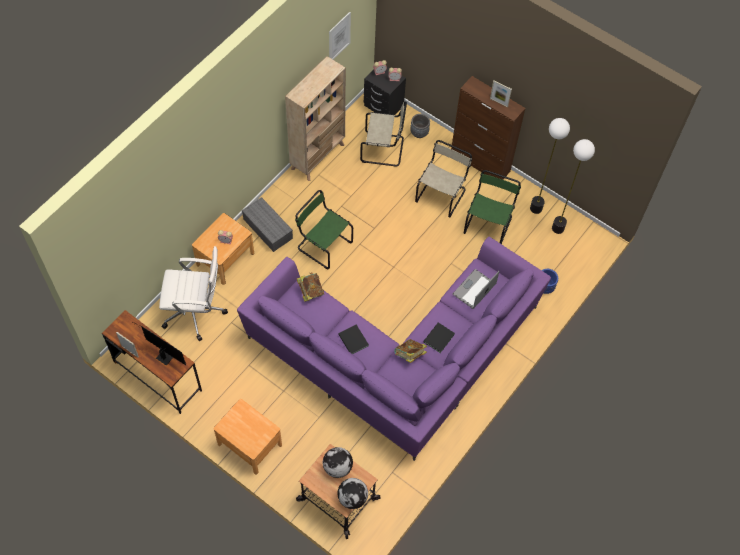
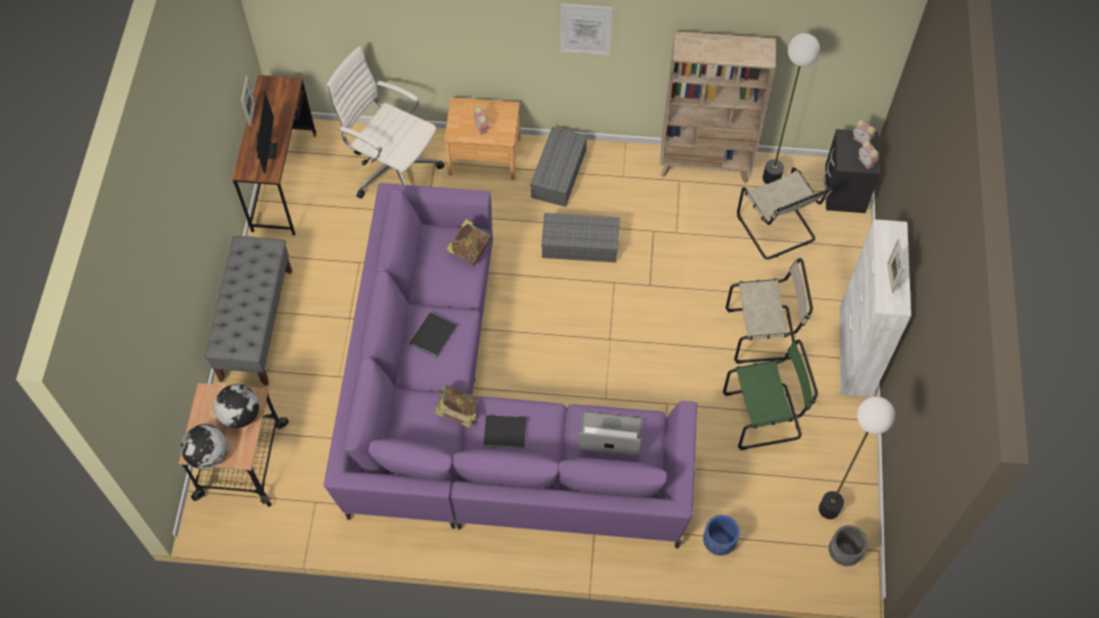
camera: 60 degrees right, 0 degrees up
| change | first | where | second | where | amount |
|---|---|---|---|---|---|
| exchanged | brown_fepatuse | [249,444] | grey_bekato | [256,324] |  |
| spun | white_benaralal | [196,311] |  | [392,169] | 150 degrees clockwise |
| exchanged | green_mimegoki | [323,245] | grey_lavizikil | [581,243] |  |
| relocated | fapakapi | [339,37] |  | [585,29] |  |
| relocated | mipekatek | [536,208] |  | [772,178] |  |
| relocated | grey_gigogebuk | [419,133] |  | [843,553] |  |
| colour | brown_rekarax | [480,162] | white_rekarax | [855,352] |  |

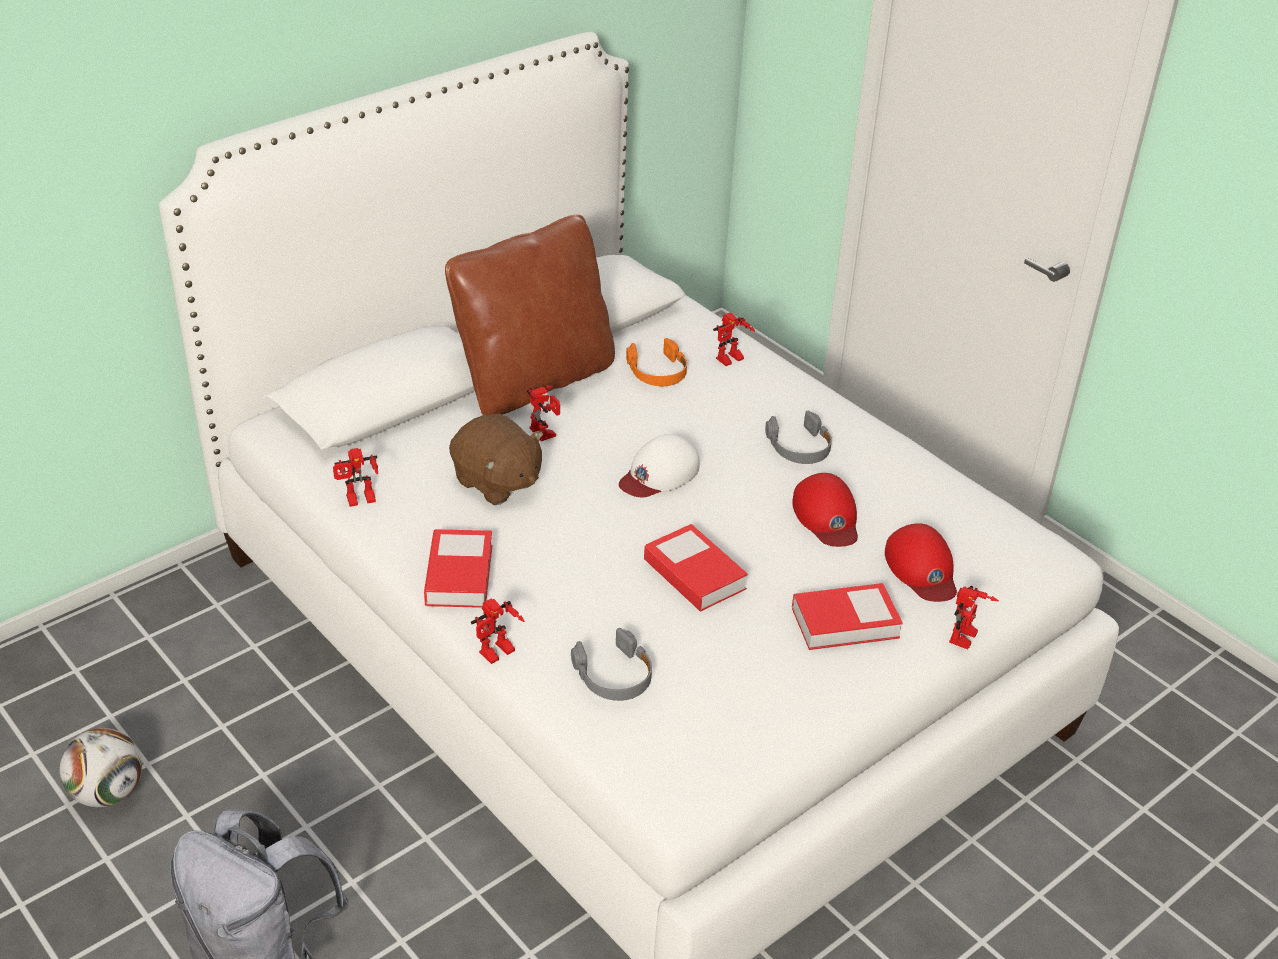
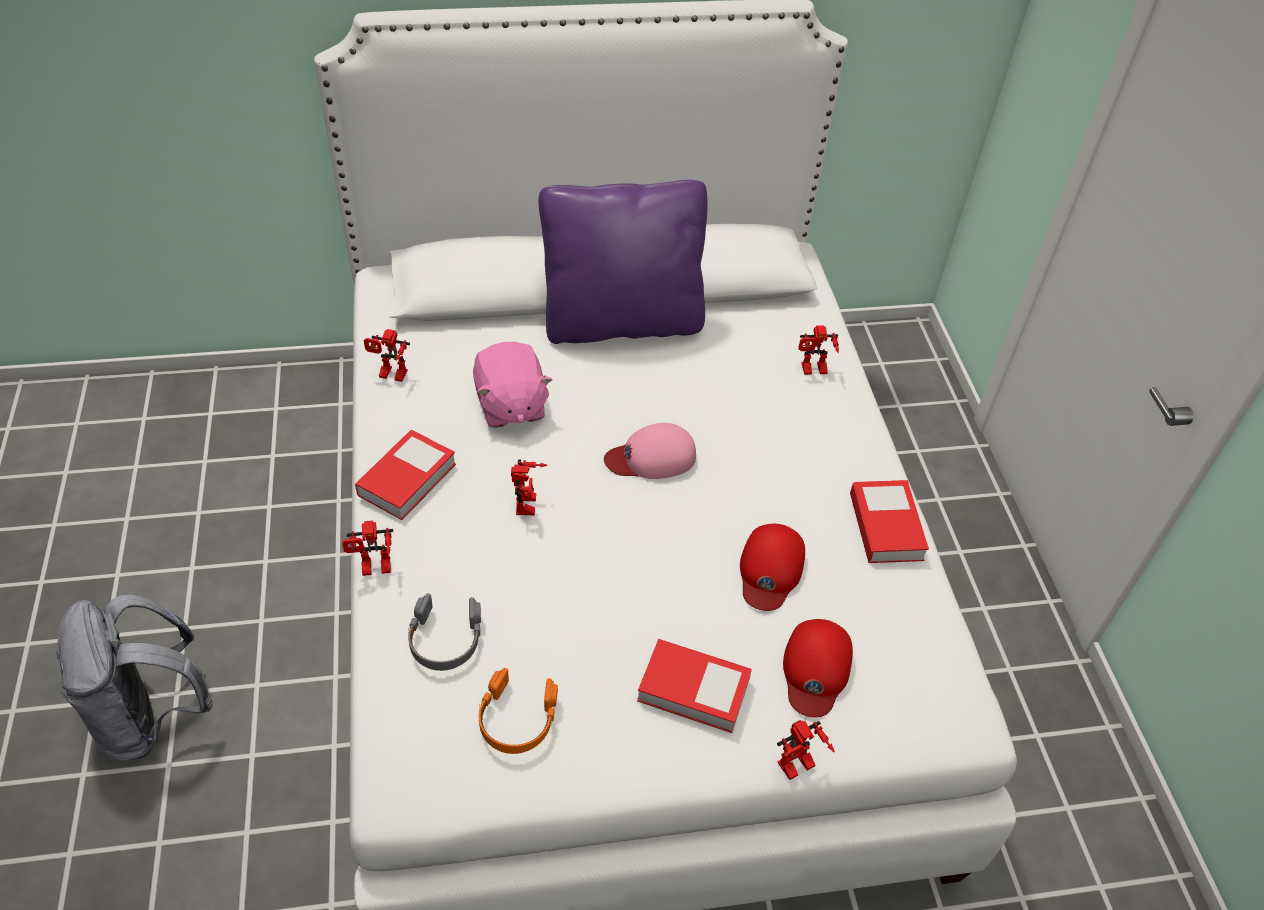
camera: 30 degrees right, 10 degrees up
| change | first | where | second | where | amount |
|---|---|---|---|---|---|
| colour | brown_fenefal | [497,482] | pink_fenefal | [510,405] |  |
| relocated | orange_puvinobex | [658,372] |  | [516,719] |  |
| relocated | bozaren | [547,432] |  | [530,506] |  |
| colour | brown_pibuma | [534,381] | purple_pibuma | [621,322] |  |
| colour | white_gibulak | [659,474] | pink_gibulak | [651,457] |  |
| relocated | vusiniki | [694,574] |  | [885,526] |  |
| missing | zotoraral | [108,792] |  |  |  |
| missing | grey_puvinobex | [799,447] |  |  |  |

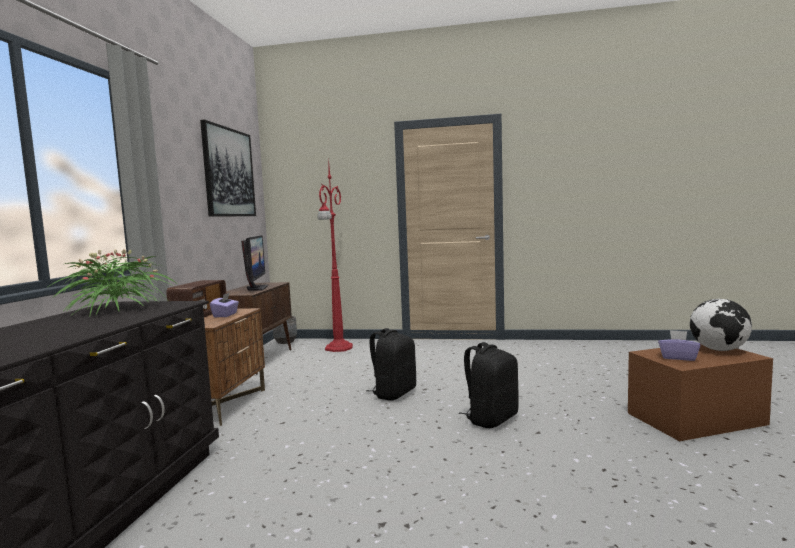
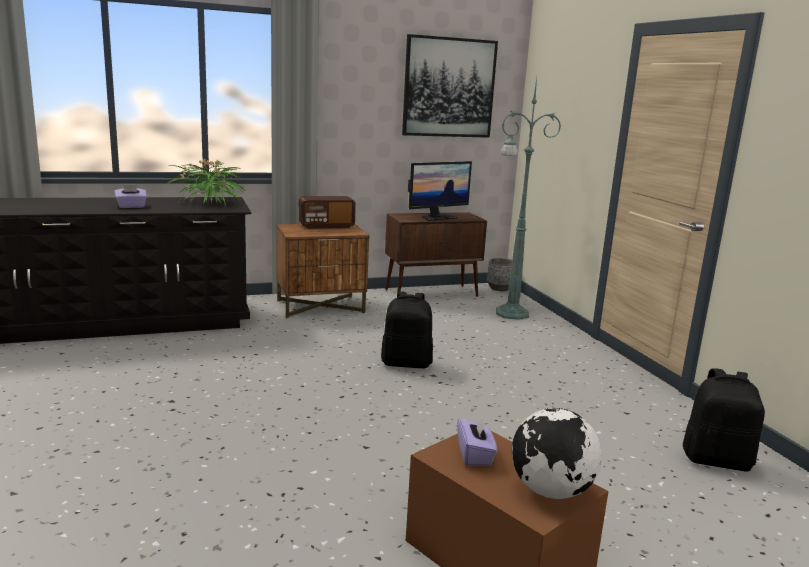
camera: 60 degrees right, 10 degrees up
| change | first | where | second | where | amount |
|---|---|---|---|---|---|
| relocated | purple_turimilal | [225,315] |  | [131,206] |  |
| colour | red_mipekatek | [338,348] | green_mipekatek | [510,313] |  |
| relocated | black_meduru | [491,419] |  | [717,460] |  |

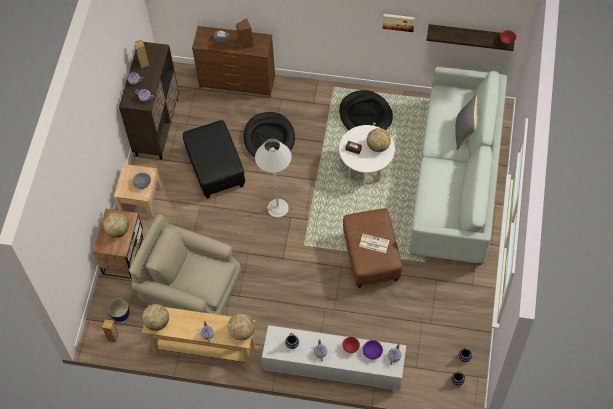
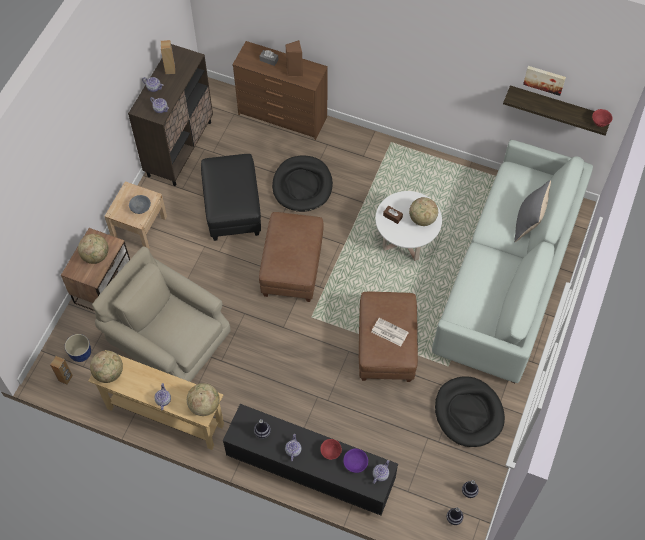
camera: 10 degrees right, 0 degrees up
| change | first | where | second | where | amount |
|---|---|---|---|---|---|
| colour | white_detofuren | [333,367] | black_detofuren | [309,469] |  |
| exchanged | white_mipekatek | [277,208] | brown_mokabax | [292,268] |  |
| relocated | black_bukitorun | [365,115] |  | [468,413] |  |
| relocated | fapakapi | [398,21] |  | [544,79] |  |

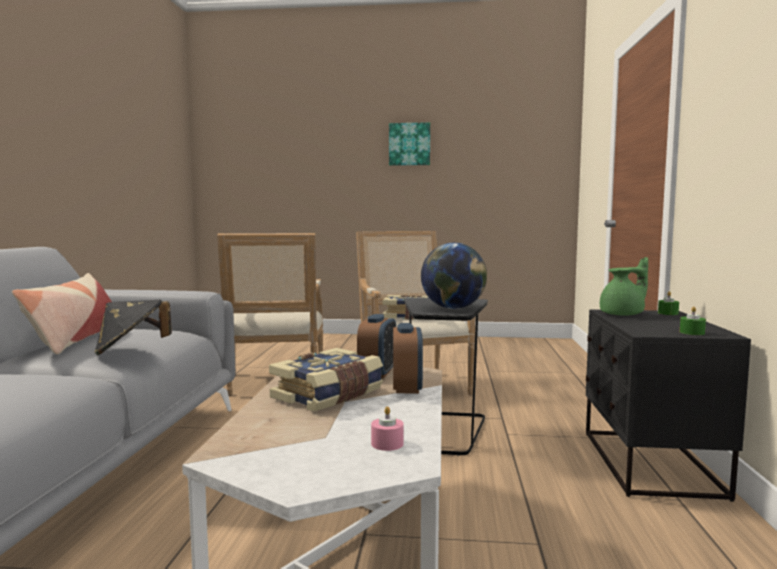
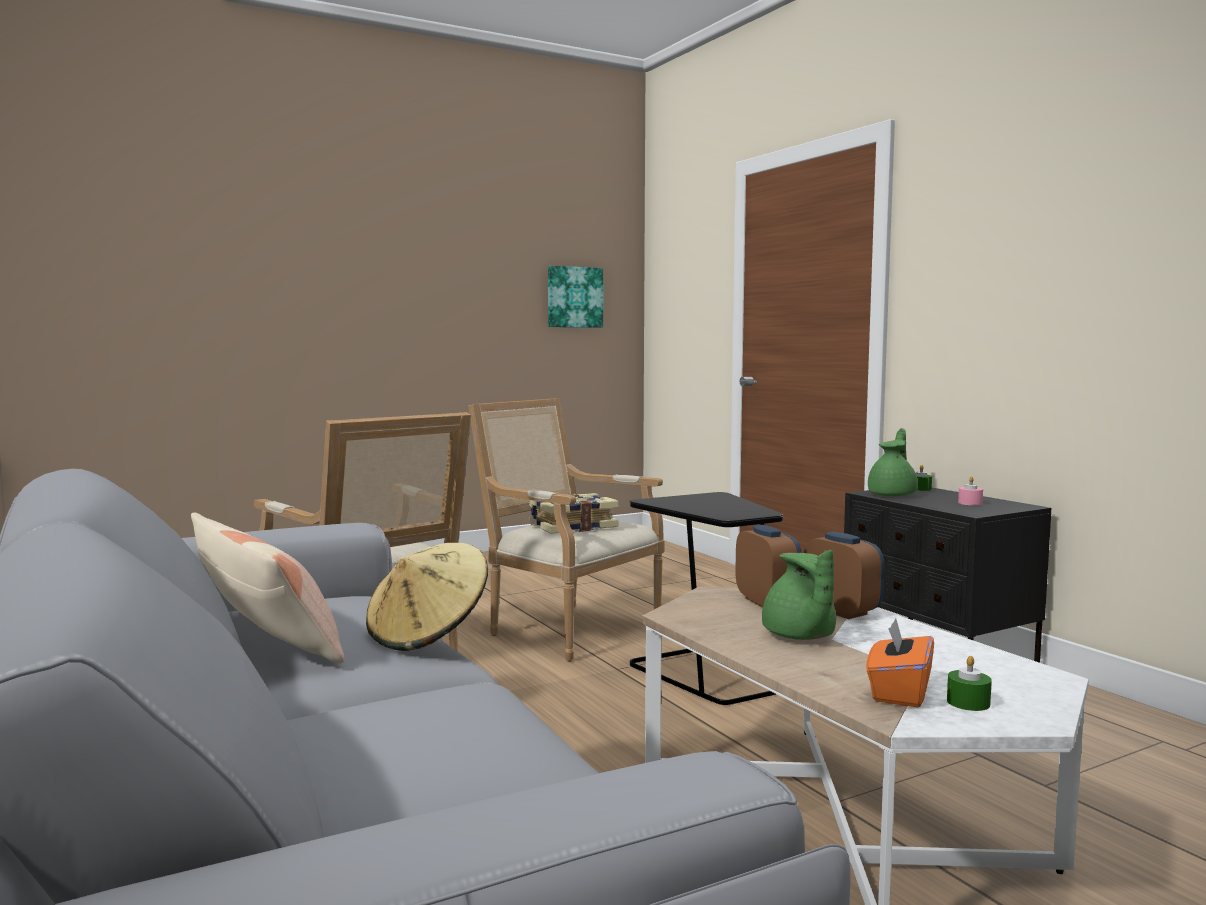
camera: 35 degrees left, 0 degrees up
| change | first | where | second | where | amount |
|---|---|---|---|---|---|
| colour | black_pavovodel | [131,350] | beige_pavovodel | [428,634] |  |
| relocated | fapakapi | [409,144] |  | [574,297] |  |
| exchanged | vusiniki | [329,395] | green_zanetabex | [799,636] |  |
| appeared |  |  | orange_turimilal | [899,692] |  |
| relocated | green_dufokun | [692,332] |  | [968,702] |  |
| relocated | pink_dufokun | [387,444] |  | [970,503] |  |
| missing | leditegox | [453,308] |  |  |  |

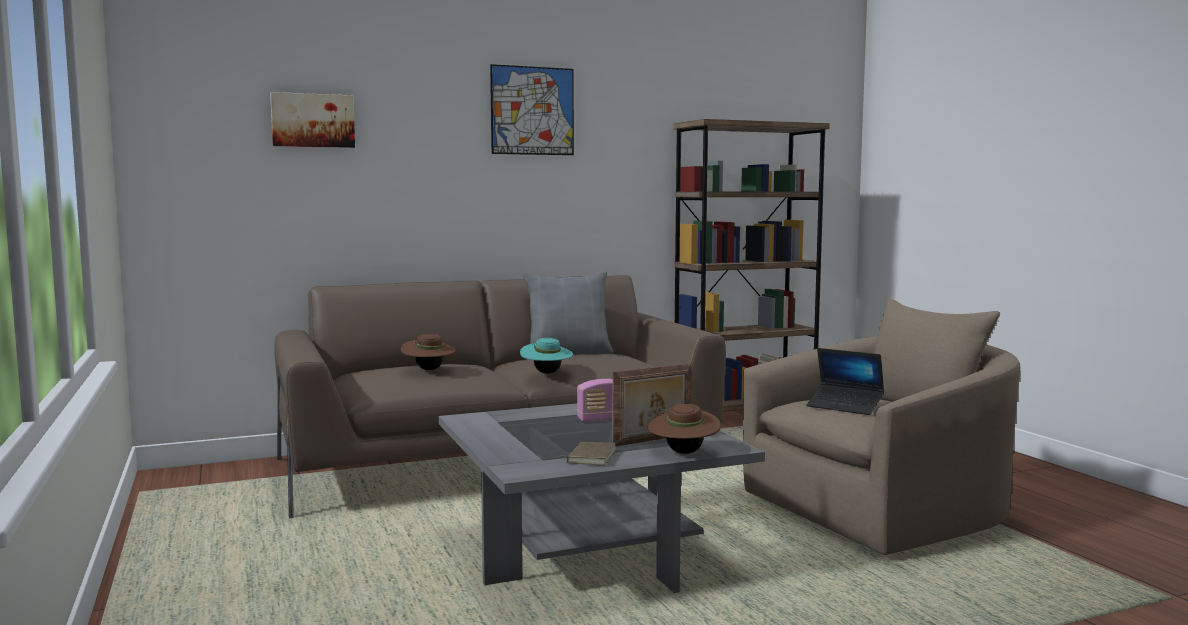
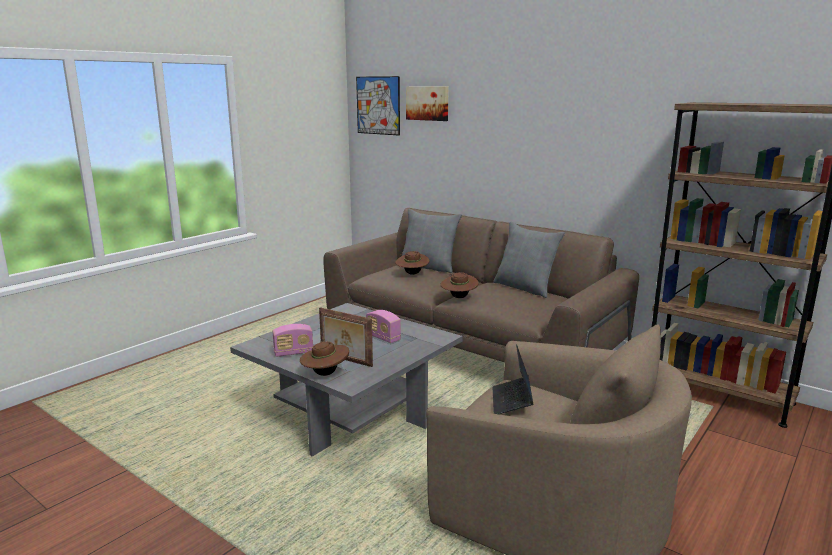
camera: 60 degrees right, 10 degrees up
| change | first | where | second | where | amount |
|---|---|---|---|---|---|
| exchanged | brown_vusiniki | [589,457] | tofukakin | [293,353] |  |
| relocated | fapakapi | [532,111] |  | [378,105] |  |
| appeared |  |  | grey_pibuma | [429,267] |  |
| colour | turquoise_pavovodel | [546,373] | brown_pavovodel | [458,297] |  |

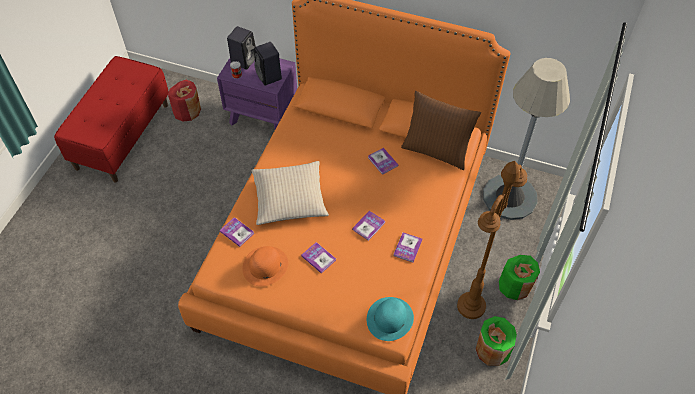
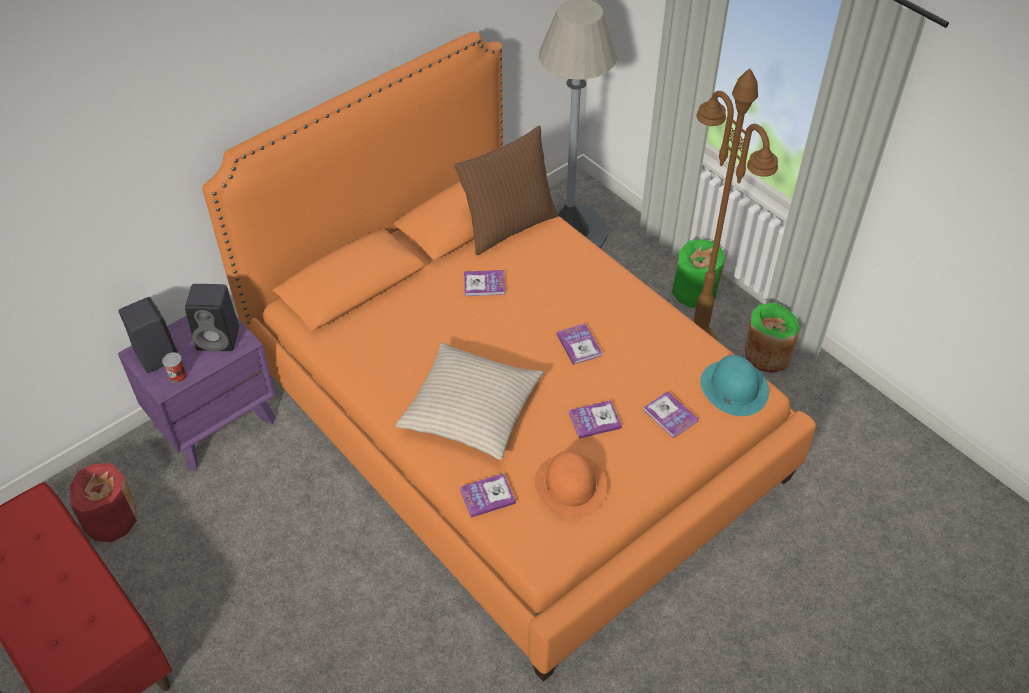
camera: 60 degrees left, 5 degrees down
| change | first | where | second | where | amount |
|---|---|---|---|---|---|
| relocated | vusiniki | [407,248] |  | [670,415] |  |

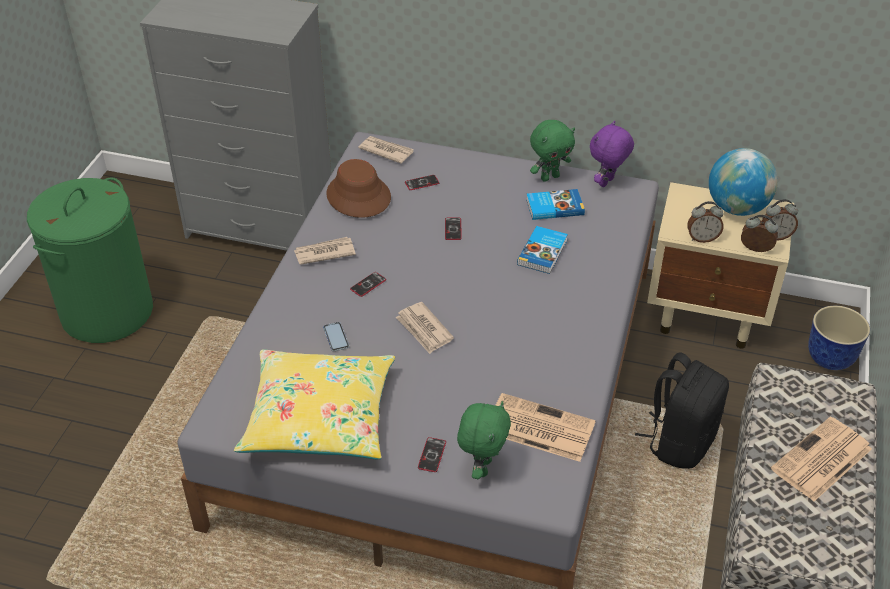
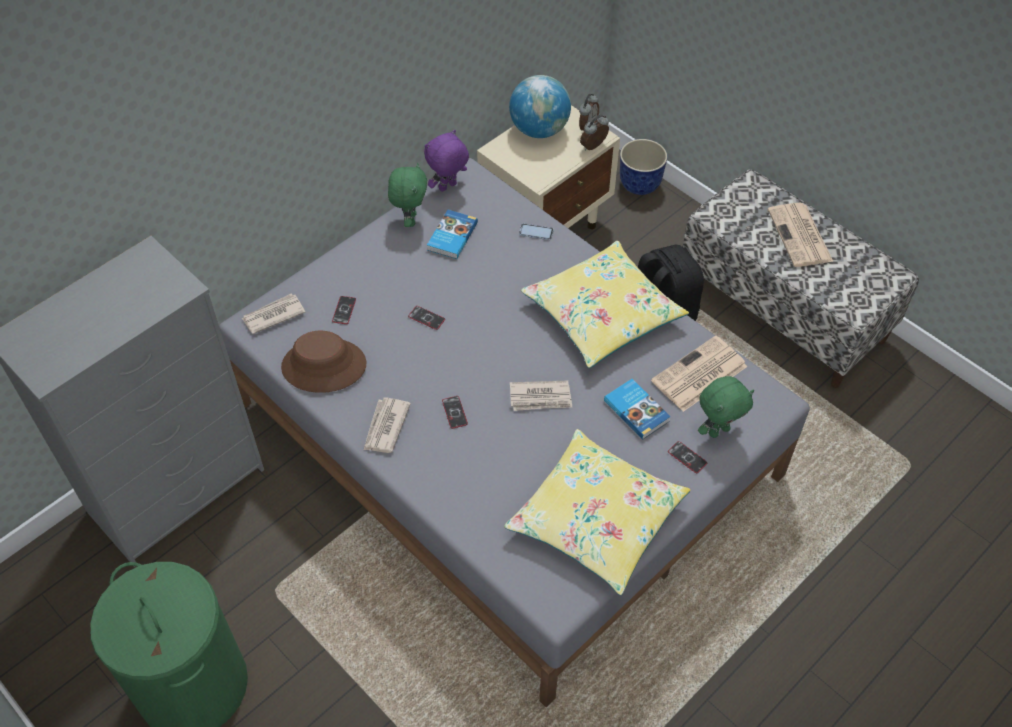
camera: 60 degrees left, 10 degrees up
| change | first | where | second | where | amount |
|---|---|---|---|---|---|
| spun | purple_fenefal | [607,183] |  | [448,187] | 75 degrees clockwise |
| relocated | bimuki | [336,337] |  | [536,232] |  |
| appeared |  |  | yellow_pibuma | [602,313] |  |
| relocated | vusiniki | [543,252] |  | [637,410] |  |
| spun | green_fenefal | [482,467] |  | [718,430] | 105 degrees clockwise |
| missing | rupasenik | [702,238] |  |  |  |

